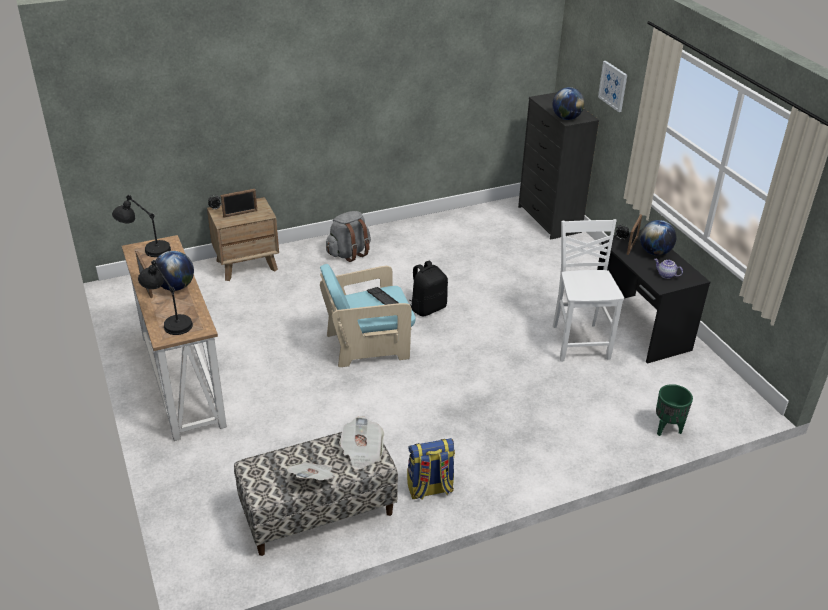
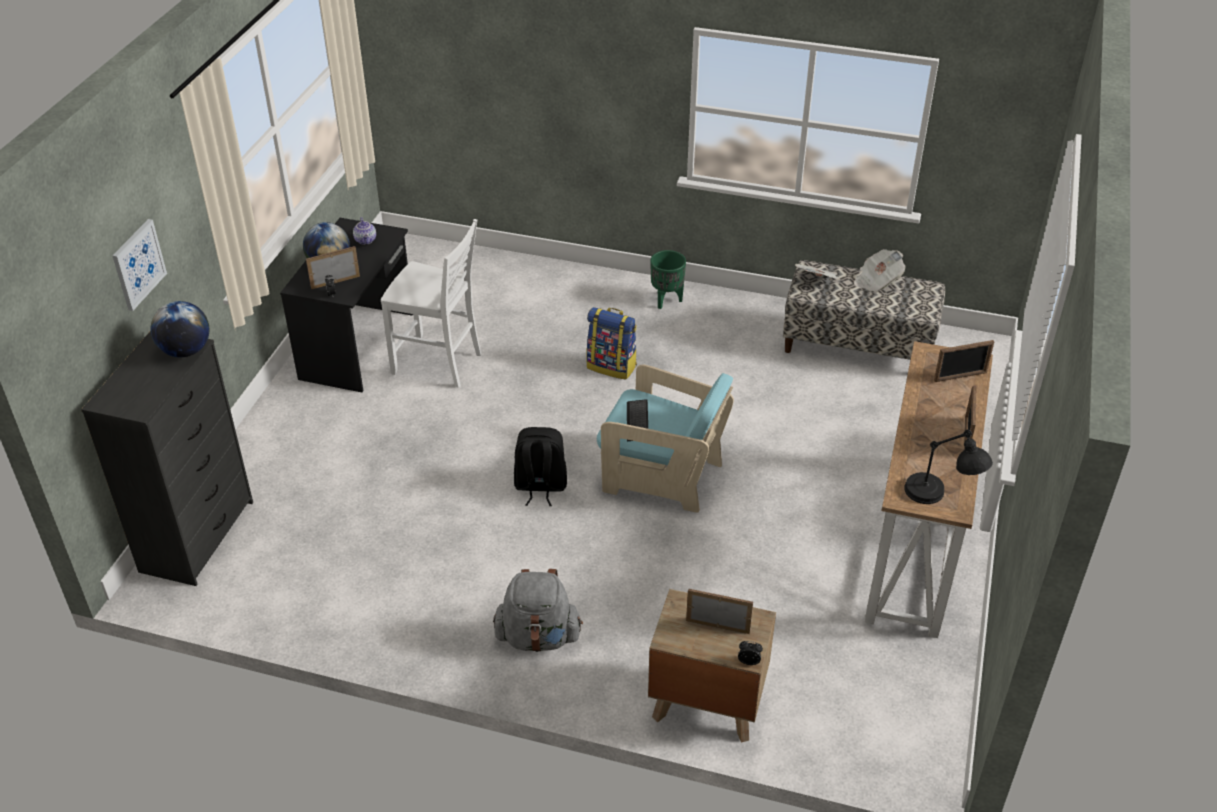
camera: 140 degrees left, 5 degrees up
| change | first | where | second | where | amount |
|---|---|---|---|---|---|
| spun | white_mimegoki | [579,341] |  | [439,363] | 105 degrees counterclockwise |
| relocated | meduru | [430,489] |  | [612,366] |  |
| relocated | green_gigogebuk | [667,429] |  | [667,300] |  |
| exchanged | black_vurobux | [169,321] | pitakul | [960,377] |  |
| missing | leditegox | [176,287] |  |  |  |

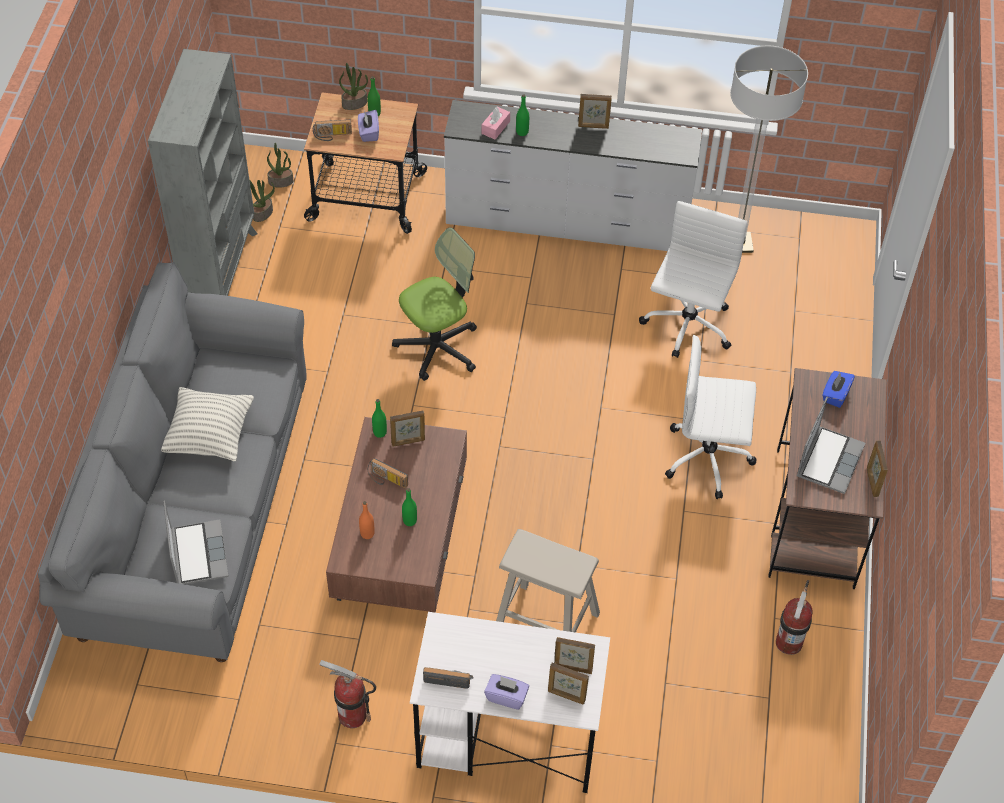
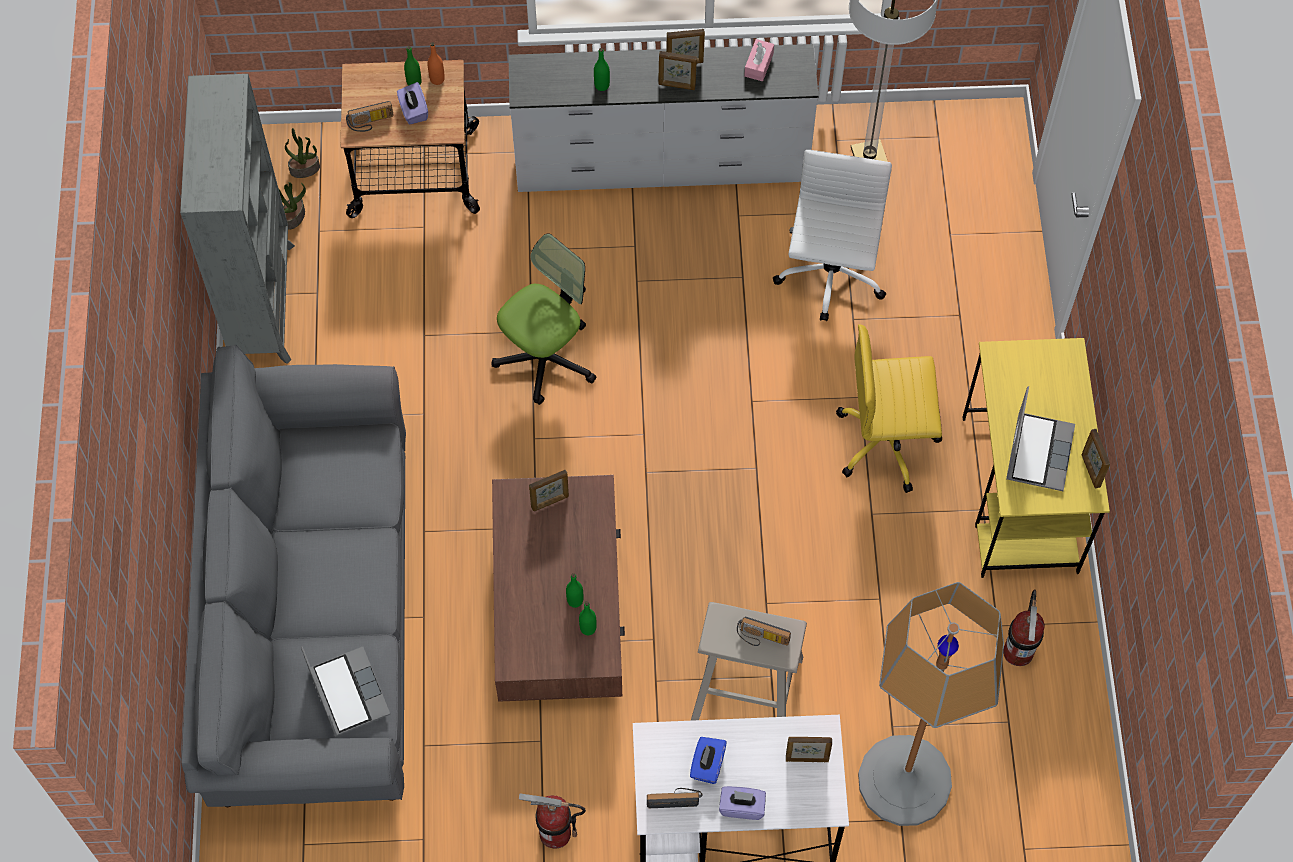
camera: 10 degrees left, 10 degrees up
| change | first | where | second | where | amount |
|---|---|---|---|---|---|
| relocated | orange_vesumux | [367,533] |  | [437,79] |  |
| relocated | green_vesumux | [380,432] |  | [588,628] |  |
| relocated | pitakul | [566,696] |  | [677,85] |  |
| relocated | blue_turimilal | [835,395] |  | [707,765] |  |
| relocated | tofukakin | [386,480] |  | [761,639] |  |
| relocated | pink_turimilal | [495,127] |  | [758,65] |  |
| colour | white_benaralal | [709,458] | yellow_benaralal | [887,442] |  |
| appeared |  |  | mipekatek | [904,780] |  |
| colour | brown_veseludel | [815,518] | yellow_veseludel | [1020,495] |  |
| missing | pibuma | [210,436] |  |  |  |
| missing | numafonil | [354,103] |  |  |  |

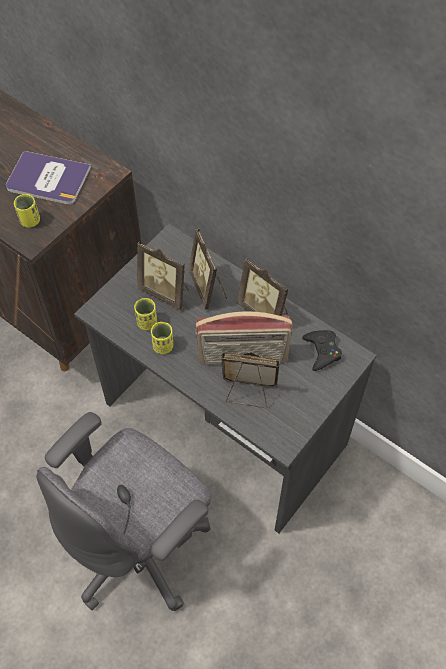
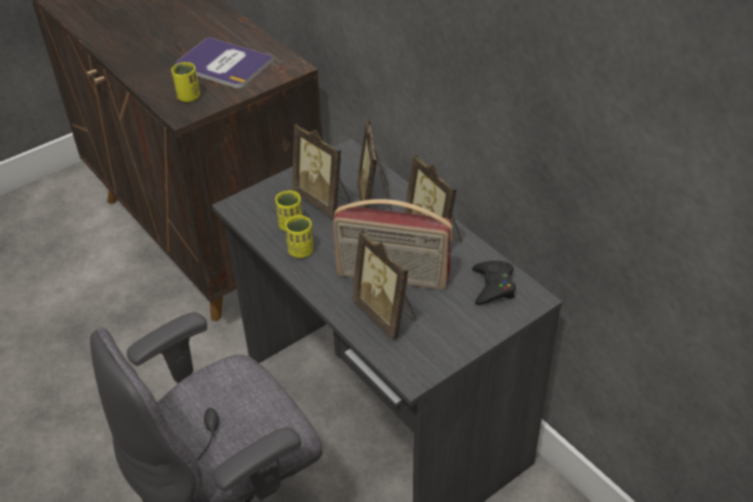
camera: 15 degrees right, 15 degrees down
| change | first | where | second | where | amount |
|---|---|---|---|---|---|
| spun | pitakul | [248,393] |  | [386,314] | 150 degrees counterclockwise |

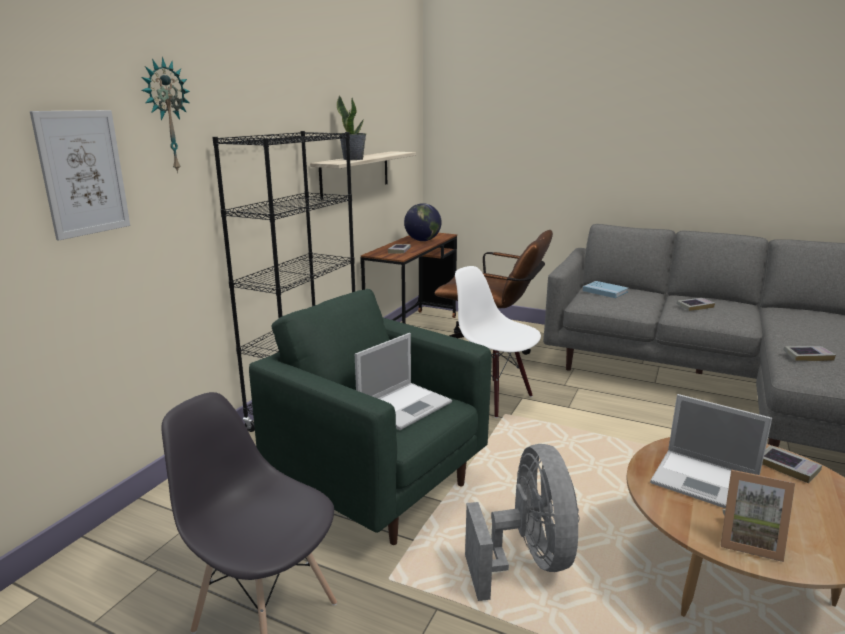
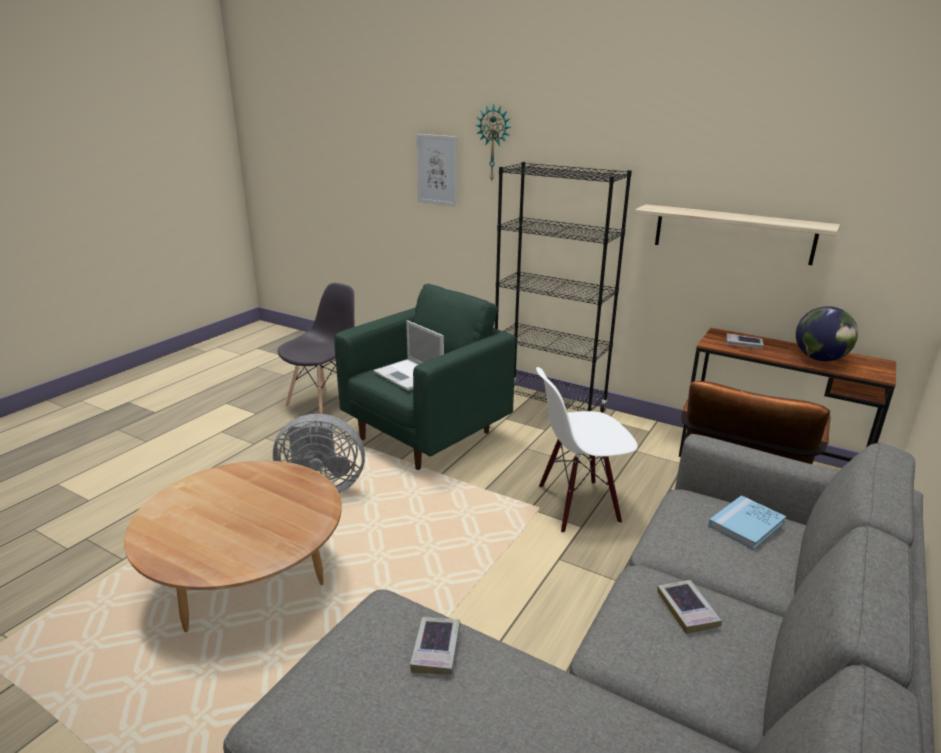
camera: 95 degrees right, 5 degrees up
| change | first | where | second | where | amount |
|---|---|---|---|---|---|
| spun | white_mimegoki | [493,398] |  | [578,505] | 150 degrees counterclockwise |
| missing | numafonil | [353,159] |  |  |  |
| missing | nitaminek | [707,482] |  |  |  |
| missing | pitakul | [748,540] |  |  |  |
| missing | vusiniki | [787,467] |  |  |  |

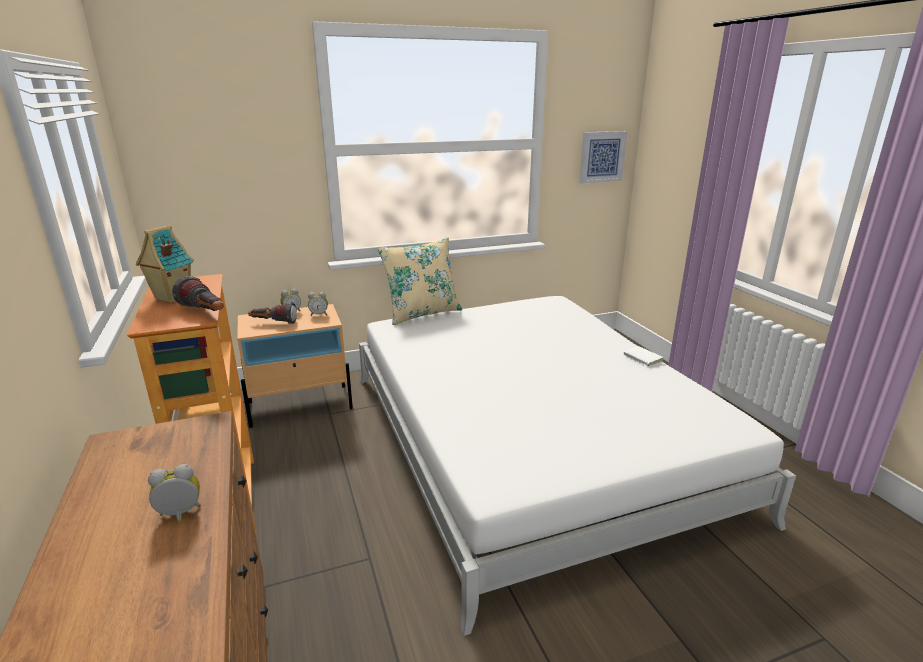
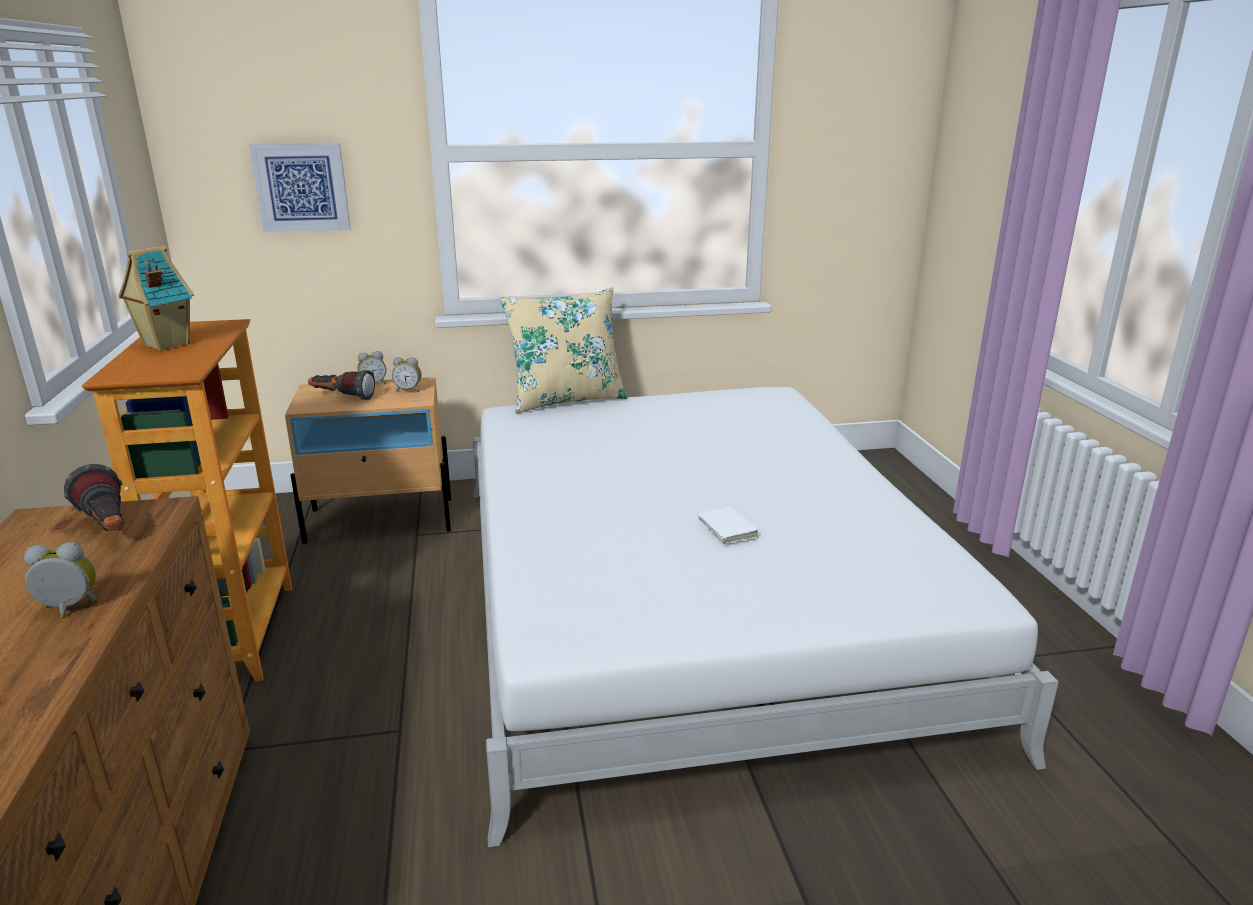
camera: 10 degrees right, 0 degrees up
| change | first | where | second | where | amount |
|---|---|---|---|---|---|
| relocated | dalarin | [205,313] |  | [108,527] |  |
| relocated | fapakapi | [602,157] |  | [301,187] |  |
| relocated | white_vusiniki | [641,358] |  | [725,529] |  |

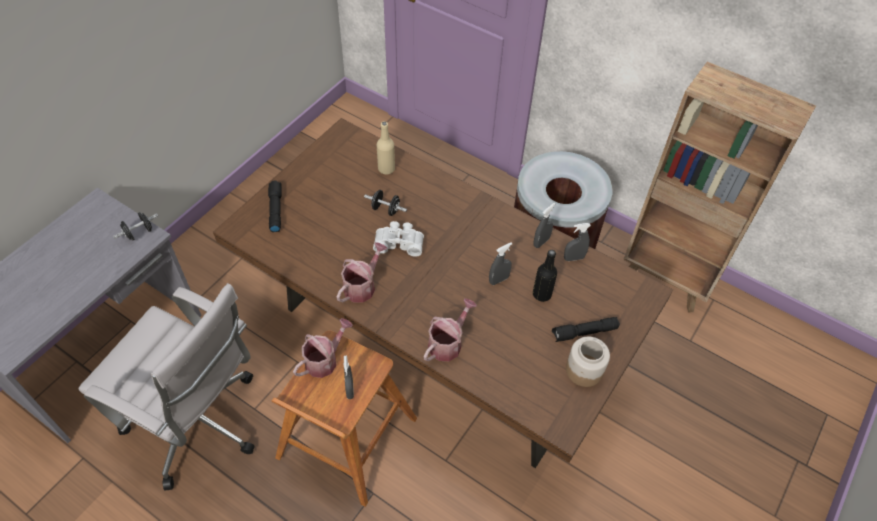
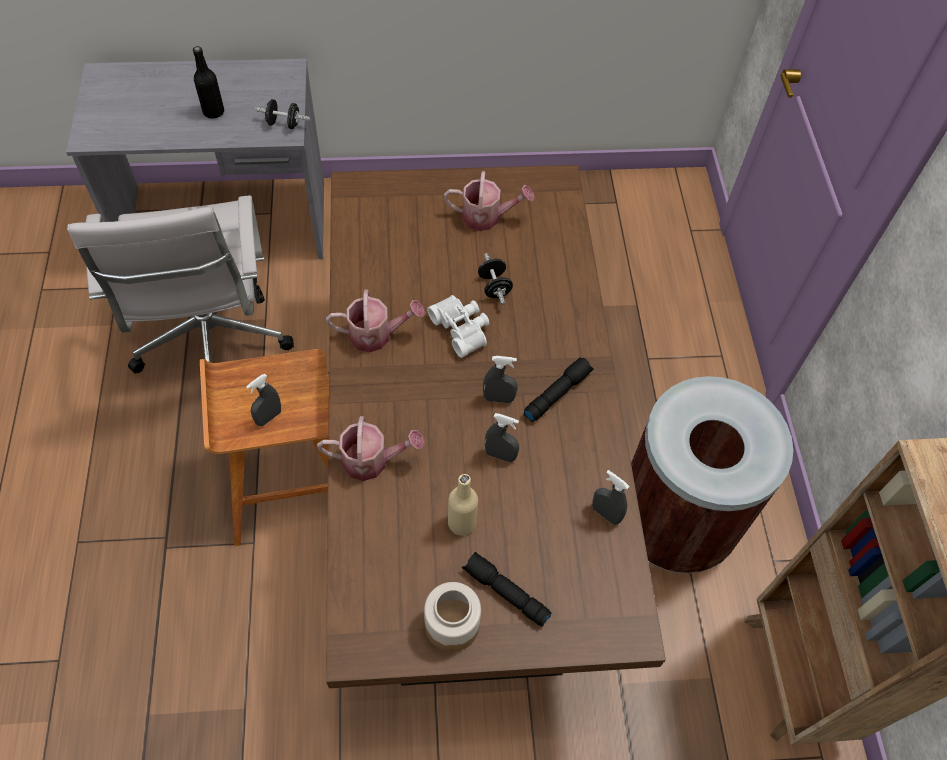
camera: 50 degrees right, 5 degrees up
| change | first | where | second | where | amount |
|---|---|---|---|---|---|
| relocated | black_vesumux | [542,294] |  | [213,112] |  |
| relocated | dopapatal | [324,360] |  | [486,217] |  |
| relocated | beige_vesumux | [386,169] |  | [461,523] |  |
| relocated | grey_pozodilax | [541,242] |  | [498,398] |  |
| relocated | black_dalarin | [275,210] |  | [557,393] |  |

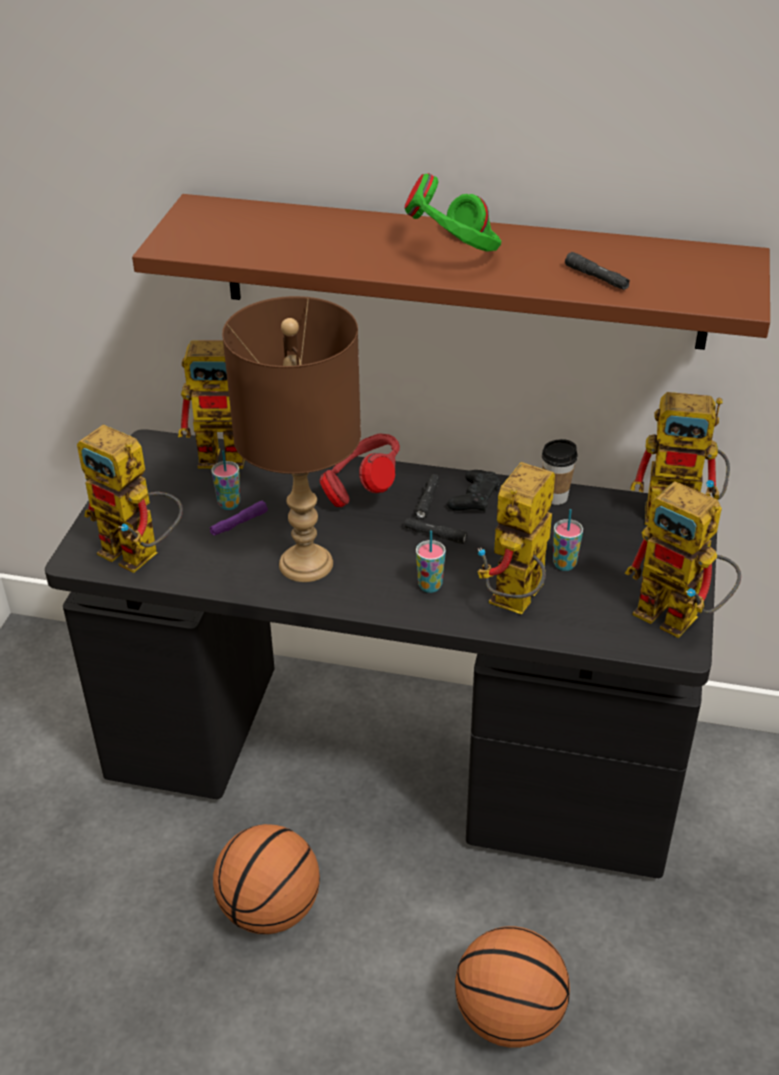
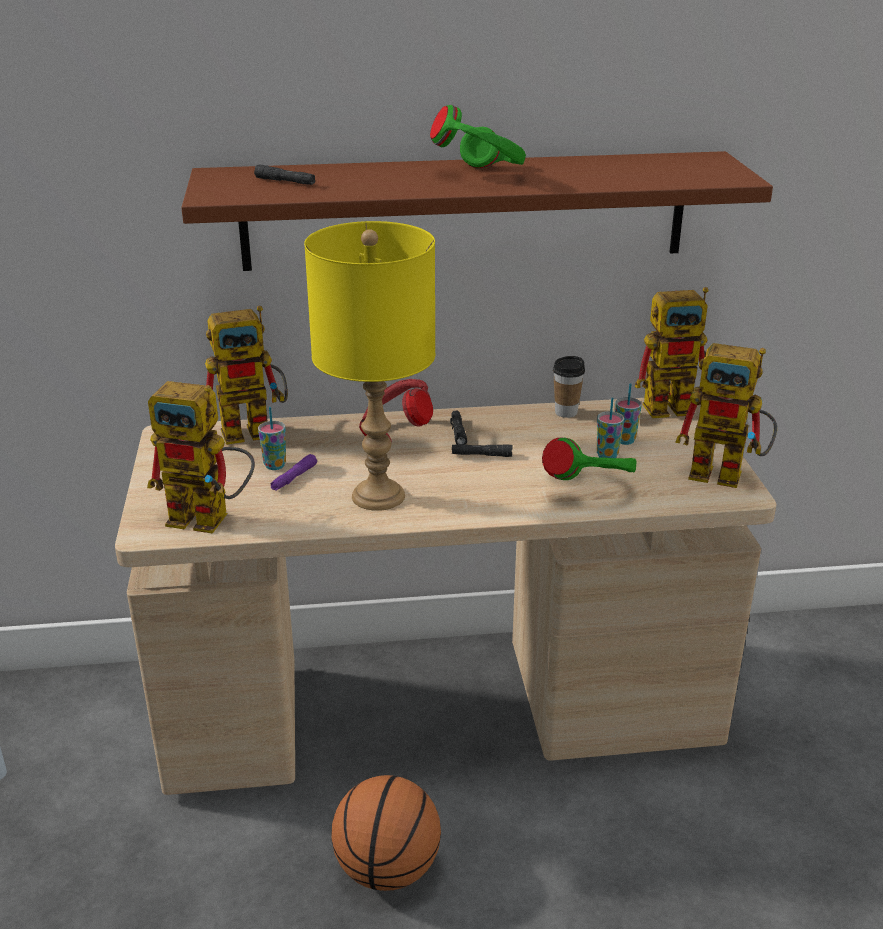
camera: 20 degrees left, 10 degrees down
| change | first | where | second | where | amount |
|---|---|---|---|---|---|
| colour | black_veseludel | [392,761] | beige_veseludel | [441,711] |  |
| relocated | black_dalarin | [597,278] |  | [285,182] |  |
| colour | brown_vurobux | [305,564] | yellow_vurobux | [377,496] |  |
| exchanged | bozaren | [516,604] | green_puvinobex | [587,490] |  |
| relocated | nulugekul | [430,586] |  | [625,440] |  |
| missing | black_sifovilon | [474,498] |  |  |  |
| missing | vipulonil | [508,1016] |  |  |  |

